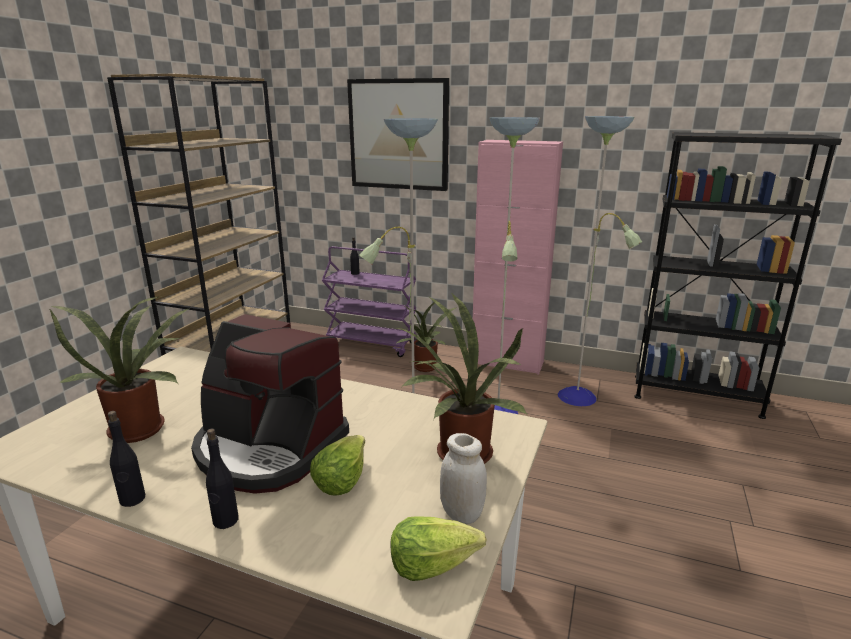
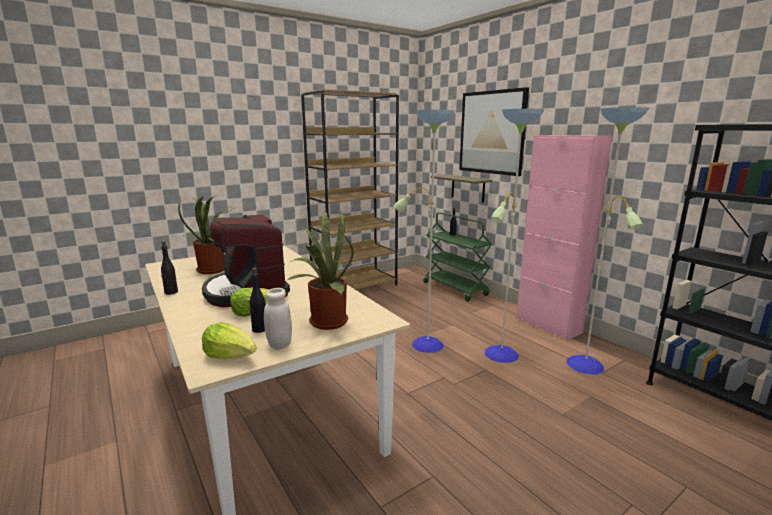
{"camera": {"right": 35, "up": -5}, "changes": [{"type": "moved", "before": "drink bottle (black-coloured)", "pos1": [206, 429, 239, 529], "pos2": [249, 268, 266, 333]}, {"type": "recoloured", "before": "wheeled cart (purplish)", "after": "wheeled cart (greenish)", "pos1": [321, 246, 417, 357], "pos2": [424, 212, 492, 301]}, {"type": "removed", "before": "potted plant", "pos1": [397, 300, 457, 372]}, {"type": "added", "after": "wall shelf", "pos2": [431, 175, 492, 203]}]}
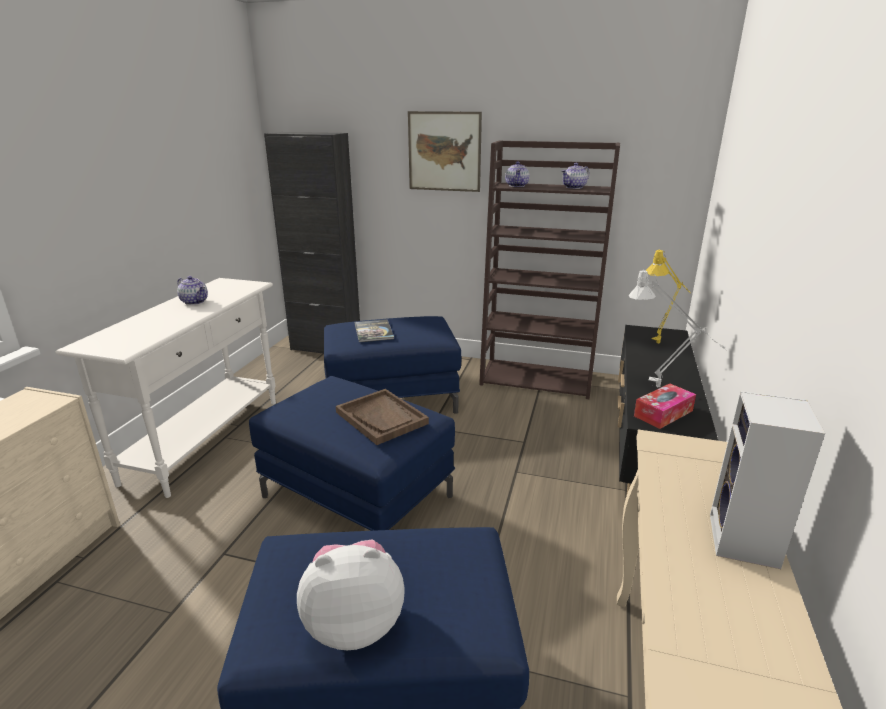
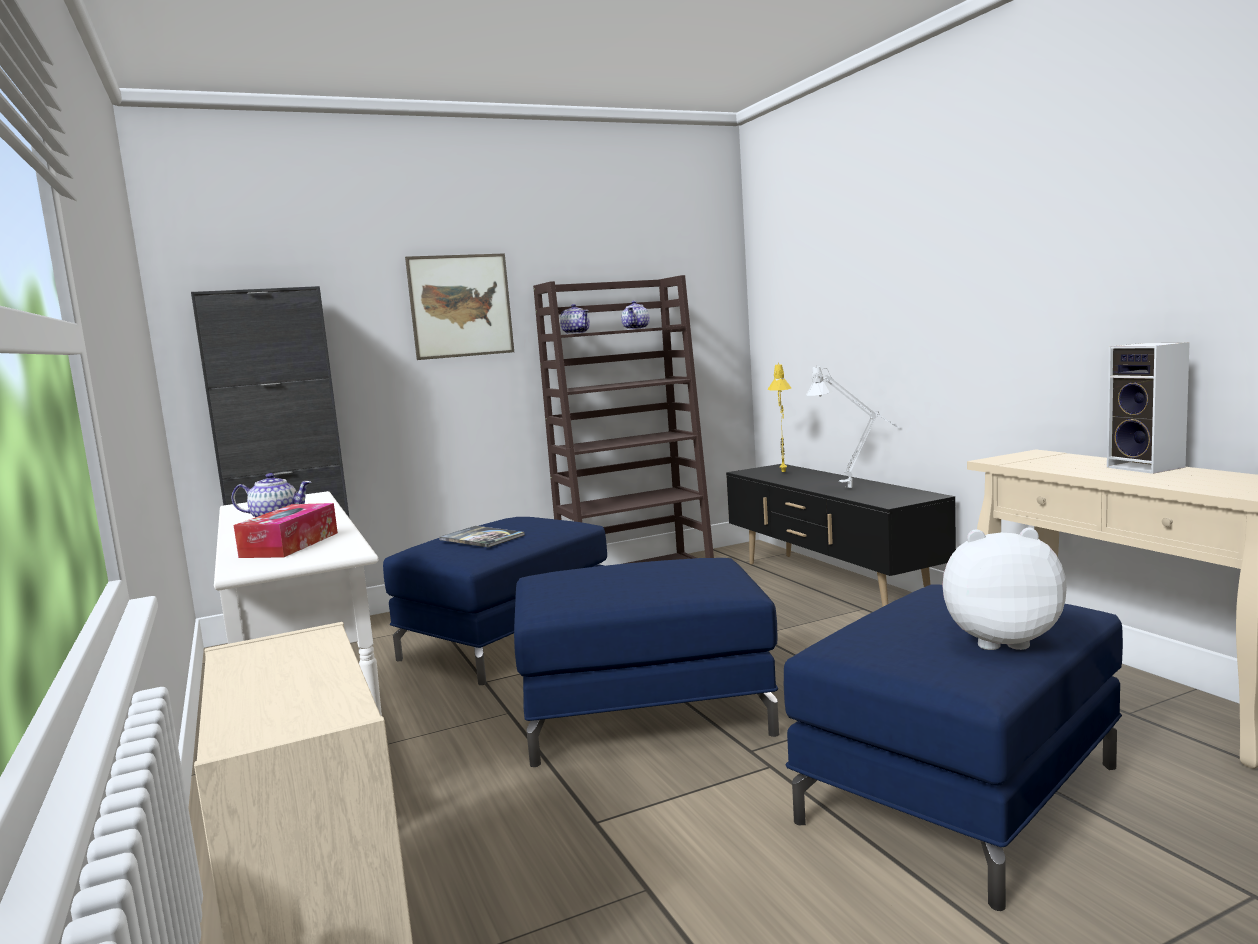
{"camera": {"right": -40, "up": -15}, "changes": [{"type": "turned", "before": "cuddly toy", "pos1": [297, 539, 404, 650], "pos2": [942, 528, 1067, 650], "turn": 60}, {"type": "removed", "before": "serving tray (brown)", "pos1": [336, 389, 429, 445]}, {"type": "moved", "before": "tissue box", "pos1": [634, 383, 696, 429], "pos2": [234, 503, 338, 558]}]}
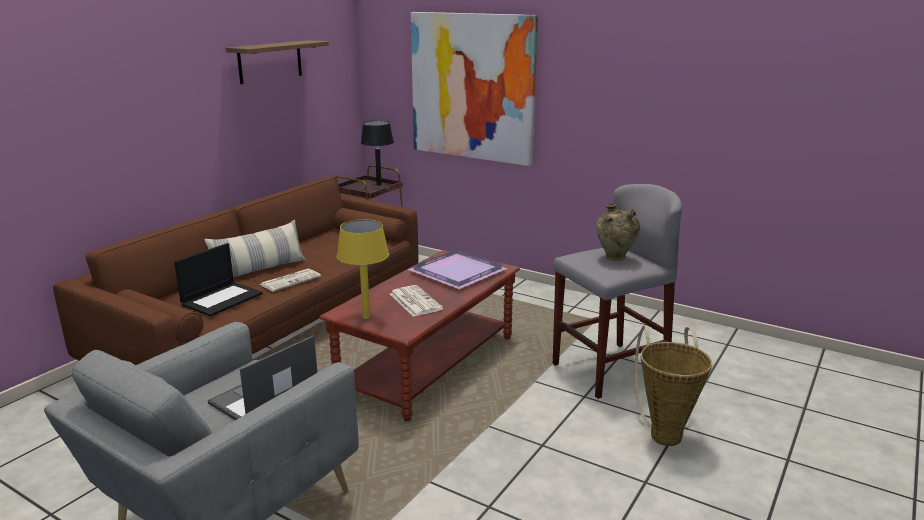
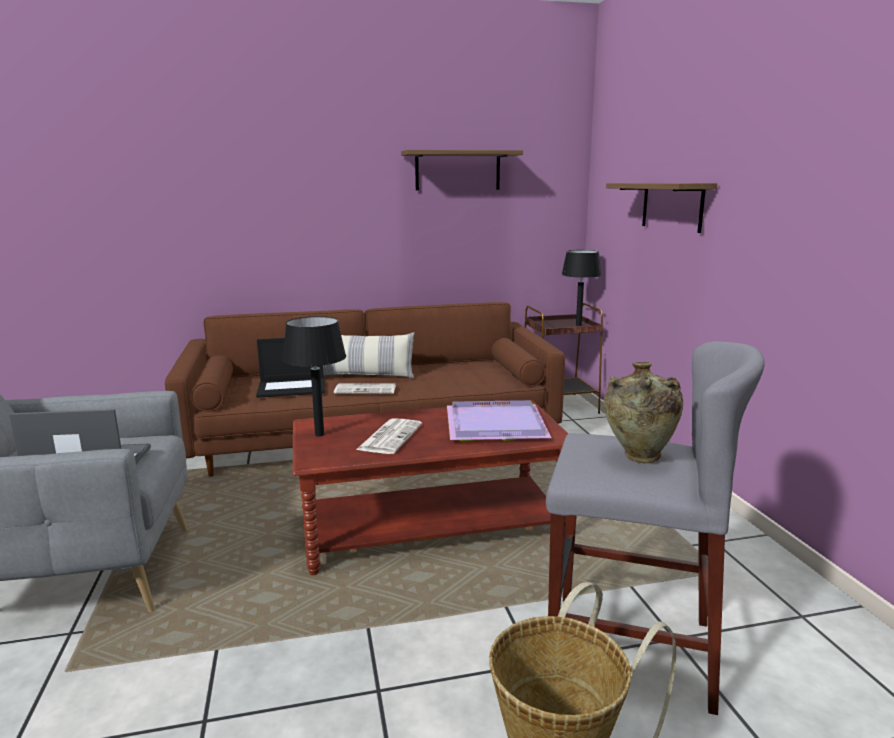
{"camera": {"right": 45, "up": -5}, "changes": [{"type": "recoloured", "before": "tabletop lamp (yellow)", "after": "tabletop lamp (black-coloured)", "pos1": [337, 220, 389, 319], "pos2": [282, 316, 346, 436]}, {"type": "replaced", "before": "wall art", "after": "wall shelf", "pos1": [411, 12, 538, 166], "pos2": [606, 183, 717, 233]}]}
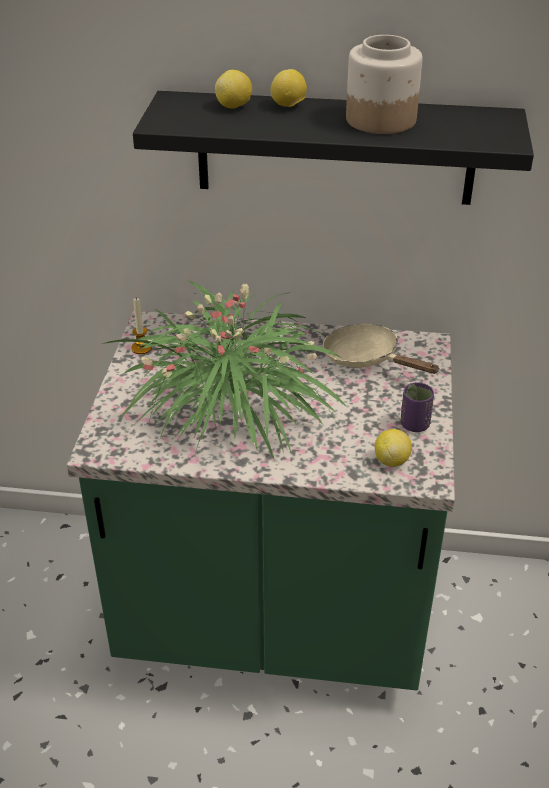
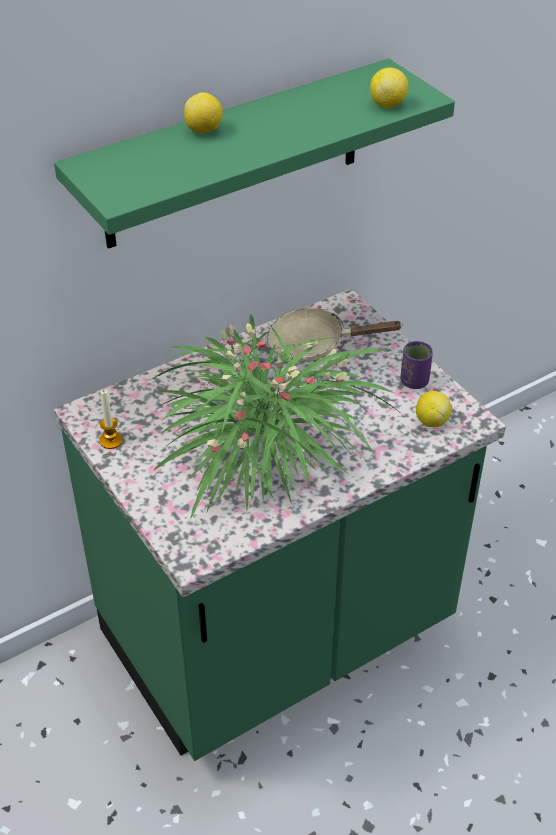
{"camera": {"right": -40, "up": 5}, "changes": [{"type": "recoloured", "before": "wall shelf (black-coloured)", "after": "wall shelf (greenish)", "pos1": [133, 91, 534, 205], "pos2": [54, 59, 455, 249]}, {"type": "moved", "before": "lemon", "pos1": [215, 70, 252, 109], "pos2": [370, 68, 409, 108]}, {"type": "removed", "before": "storage jar", "pos1": [346, 35, 423, 134]}]}
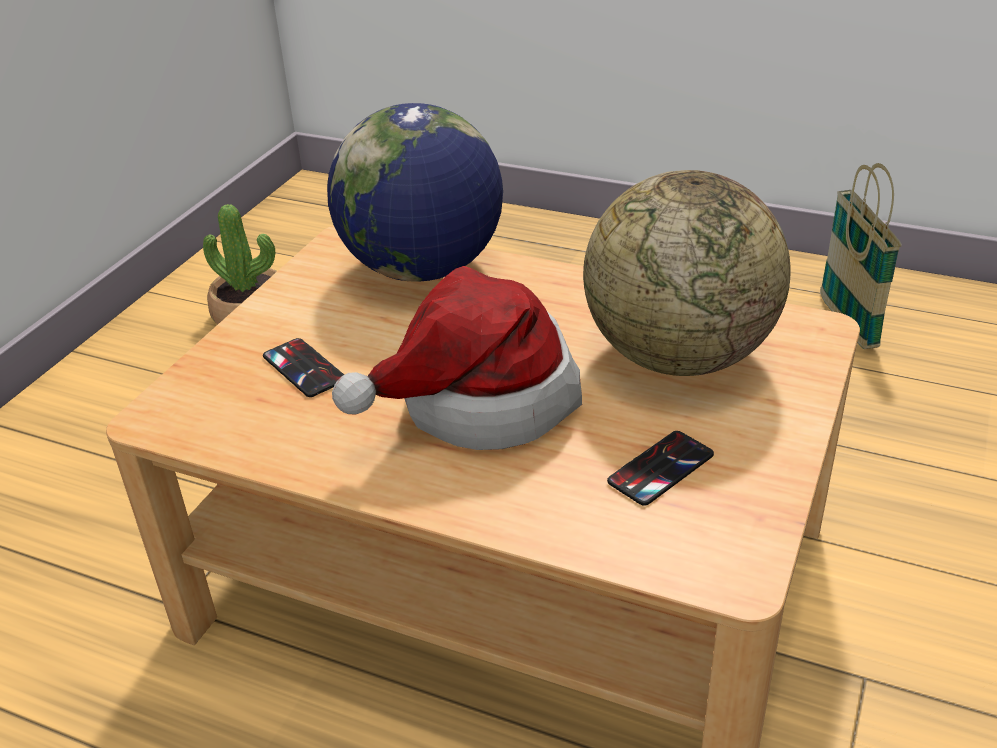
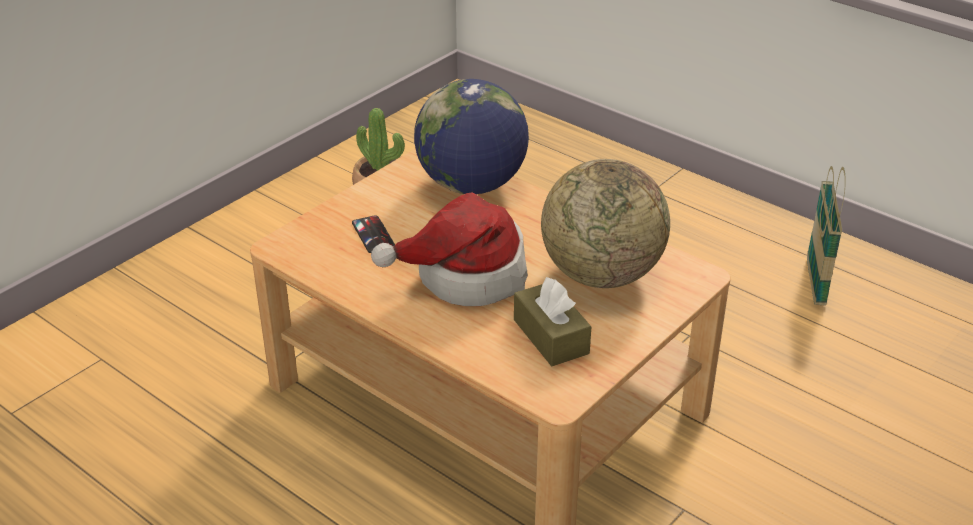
{"camera": {"right": 15, "up": 0}, "changes": [{"type": "replaced", "before": "handset", "after": "tissue box (brown)", "pos1": [607, 431, 714, 506], "pos2": [514, 277, 591, 366]}]}
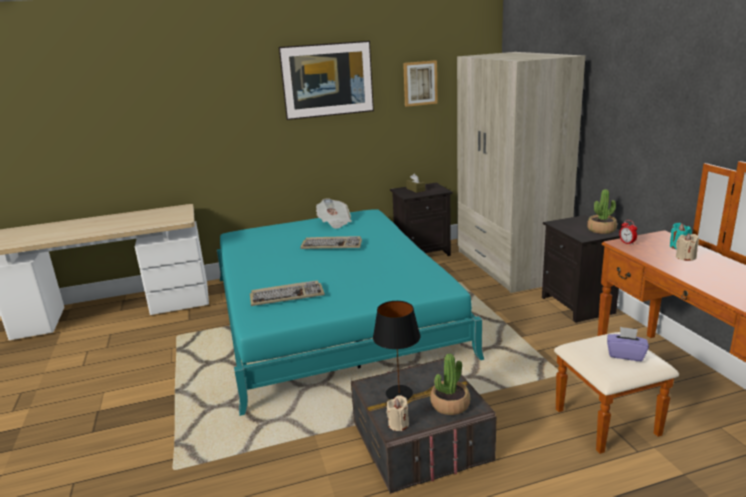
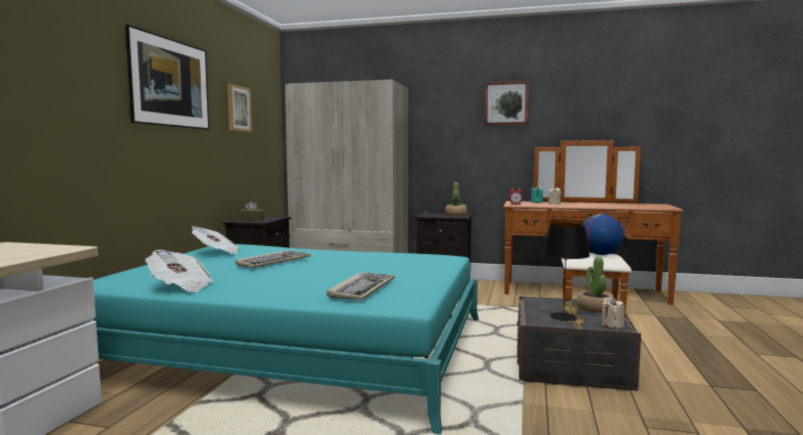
{"camera": {"right": -60, "up": -15}, "changes": [{"type": "replaced", "before": "tissue box (purplish)", "after": "globe", "pos1": [607, 327, 649, 361], "pos2": [583, 214, 624, 255]}, {"type": "added", "after": "printed paper", "pos2": [145, 250, 214, 292]}, {"type": "added", "after": "wall art", "pos2": [484, 81, 529, 126]}]}
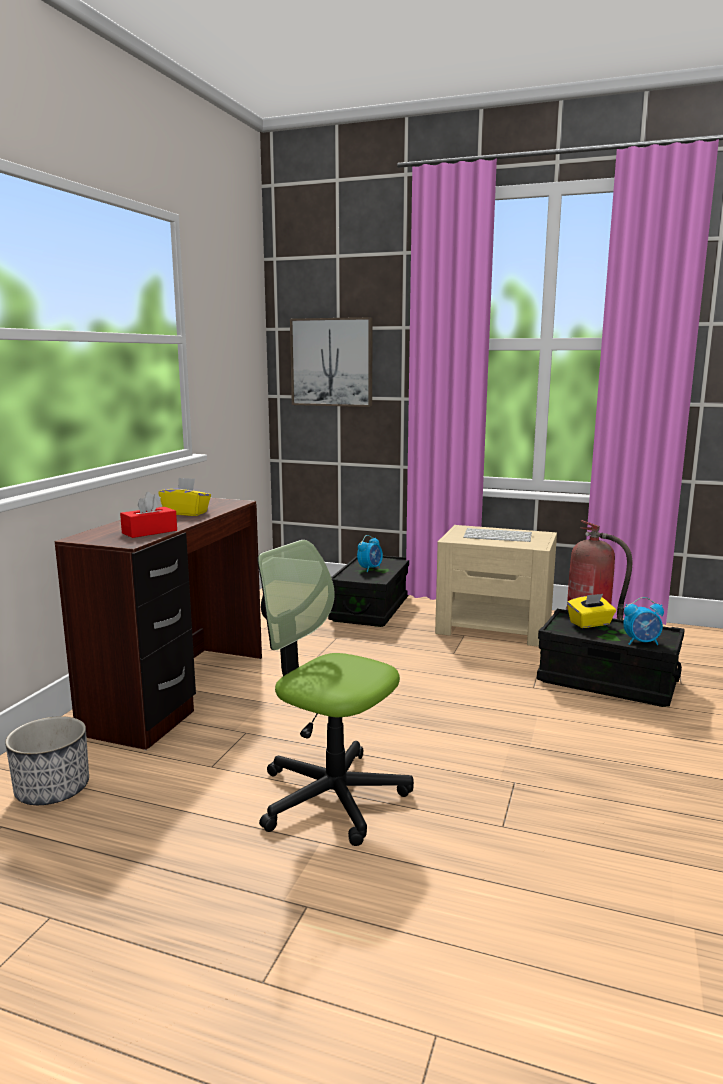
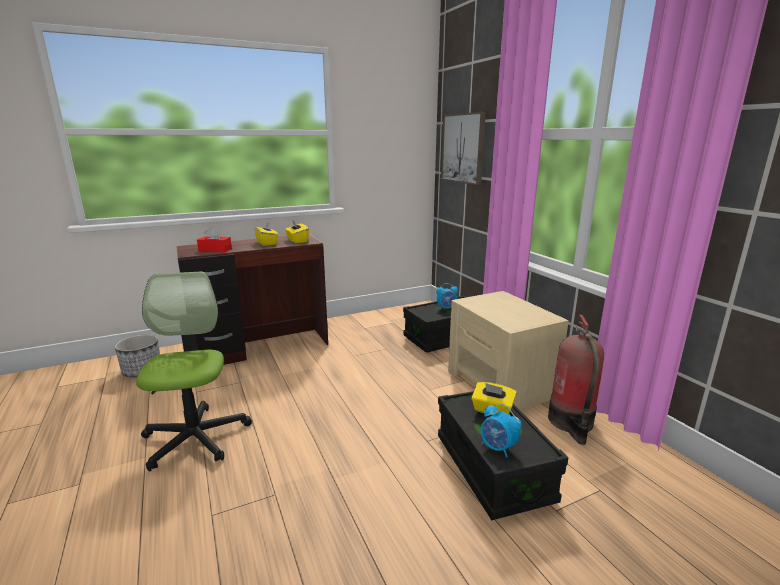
{"camera": {"right": 45, "up": 5}, "changes": [{"type": "removed", "before": "keyboard", "pos1": [463, 528, 532, 542]}, {"type": "added", "after": "tissue box (yellow)", "pos2": [285, 220, 309, 243]}]}
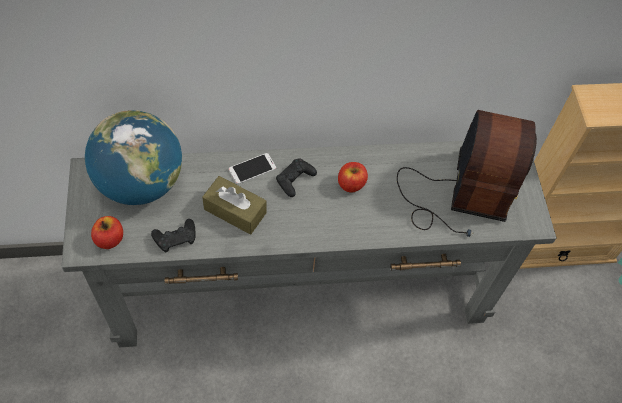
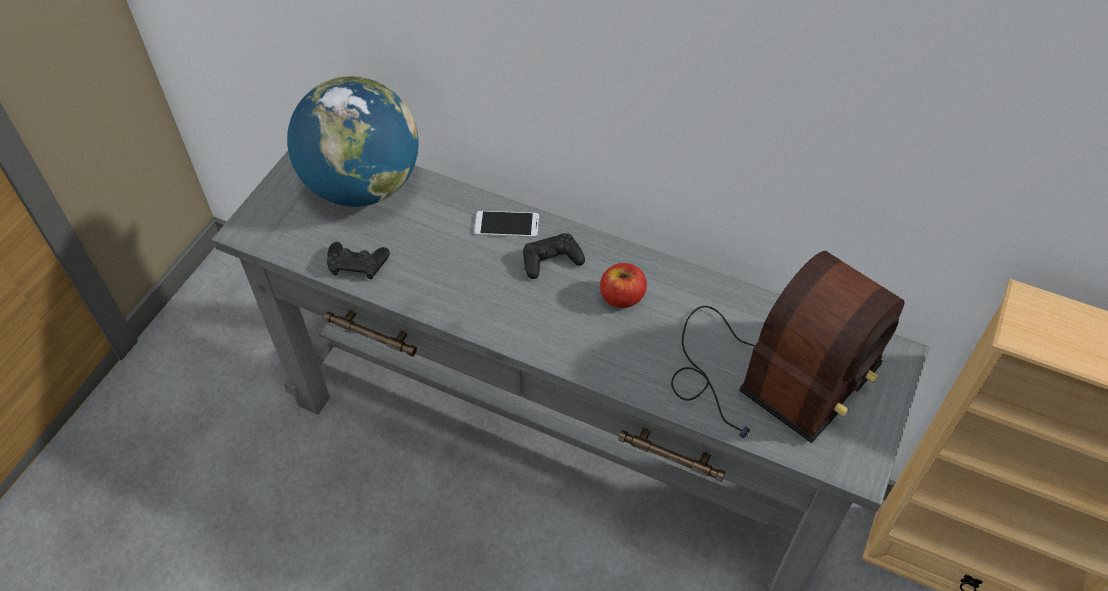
{"camera": {"right": 35, "up": -5}, "changes": [{"type": "removed", "before": "apple fruit", "pos1": [91, 216, 123, 249]}, {"type": "removed", "before": "tissue box (brown)", "pos1": [202, 176, 266, 235]}]}
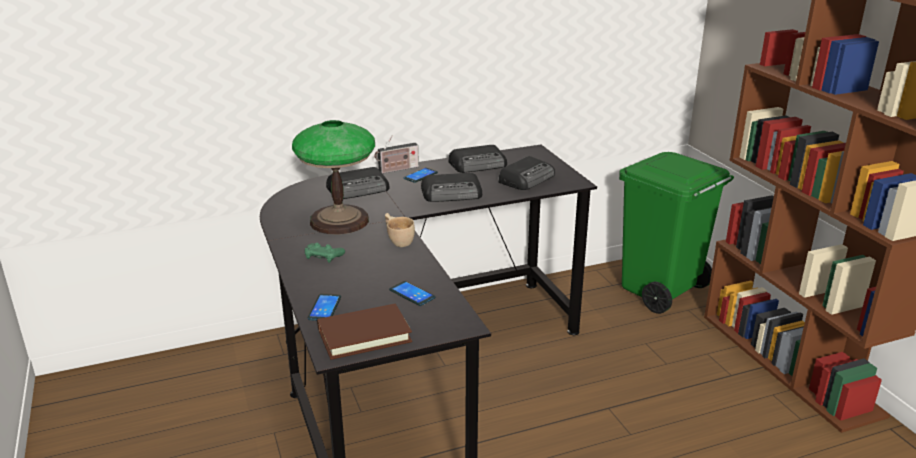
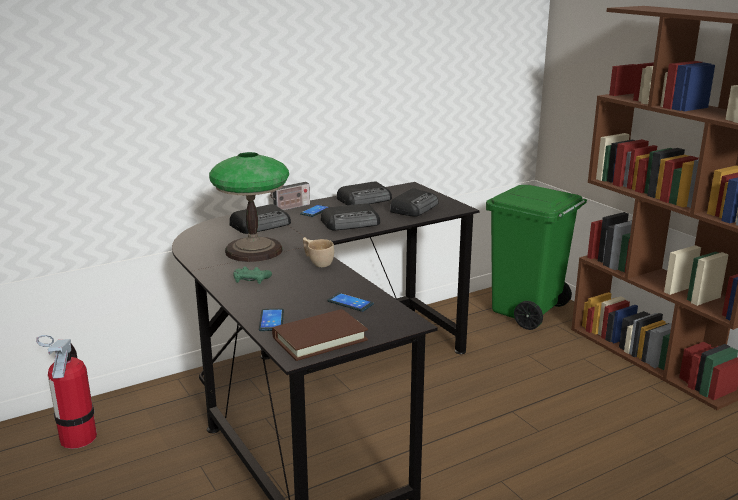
{"camera": {"right": -10, "up": -5}, "changes": [{"type": "added", "after": "fire extinguisher", "pos2": [36, 335, 97, 449]}]}
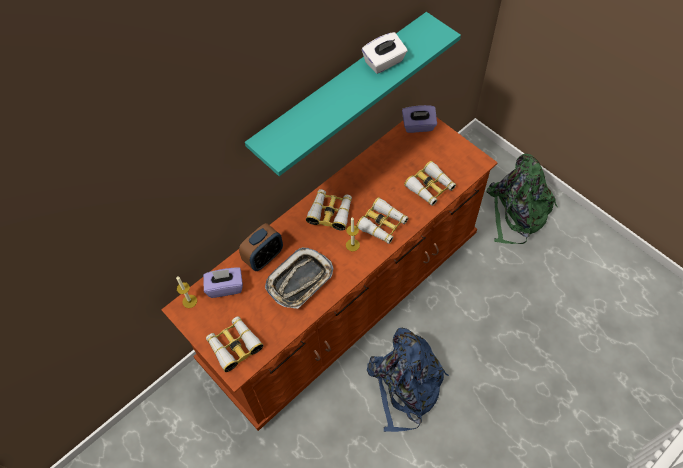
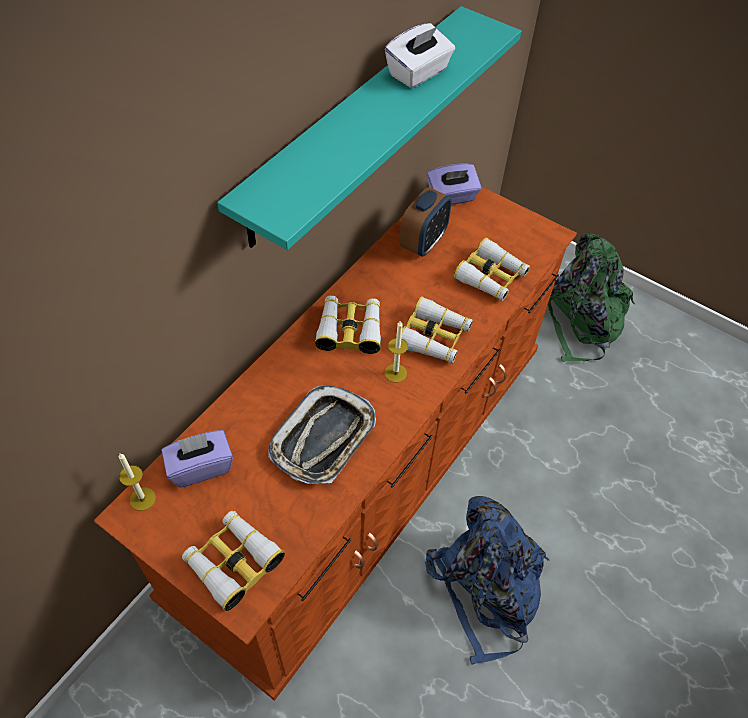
{"camera": {"right": -15, "up": -5}, "changes": [{"type": "moved", "before": "bedside clock", "pos1": [239, 223, 283, 271], "pos2": [399, 187, 452, 257]}]}
